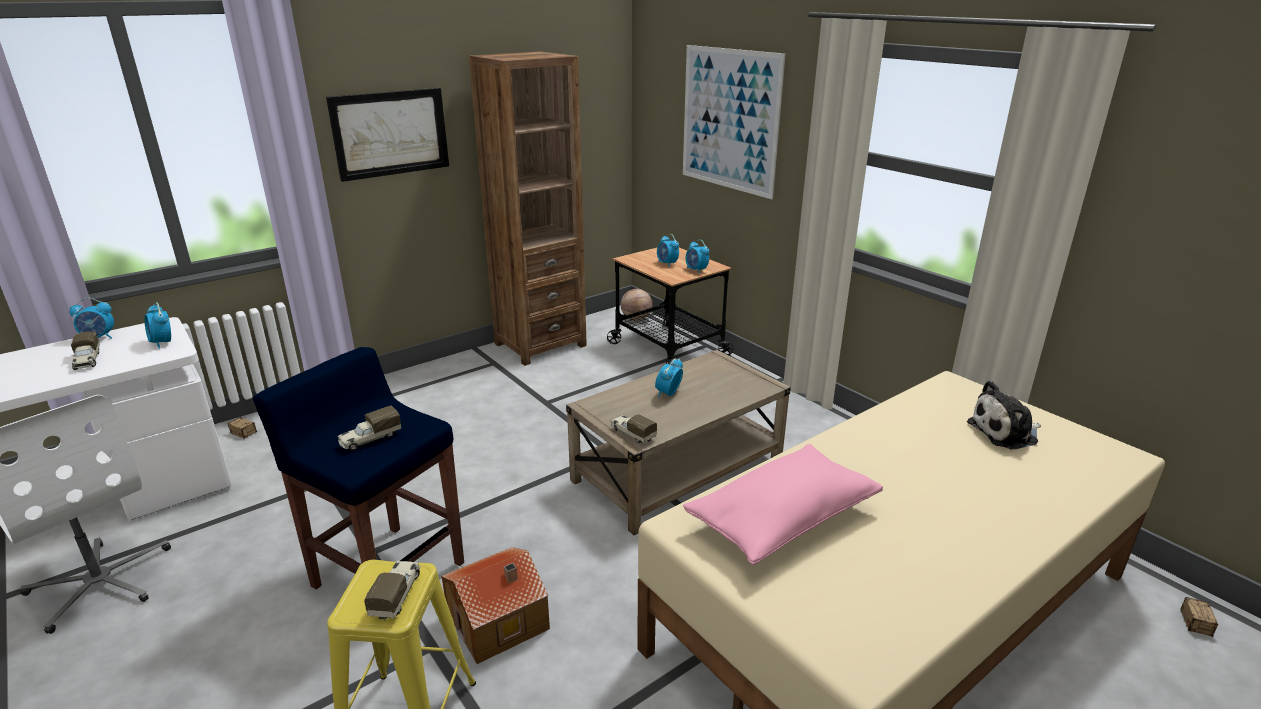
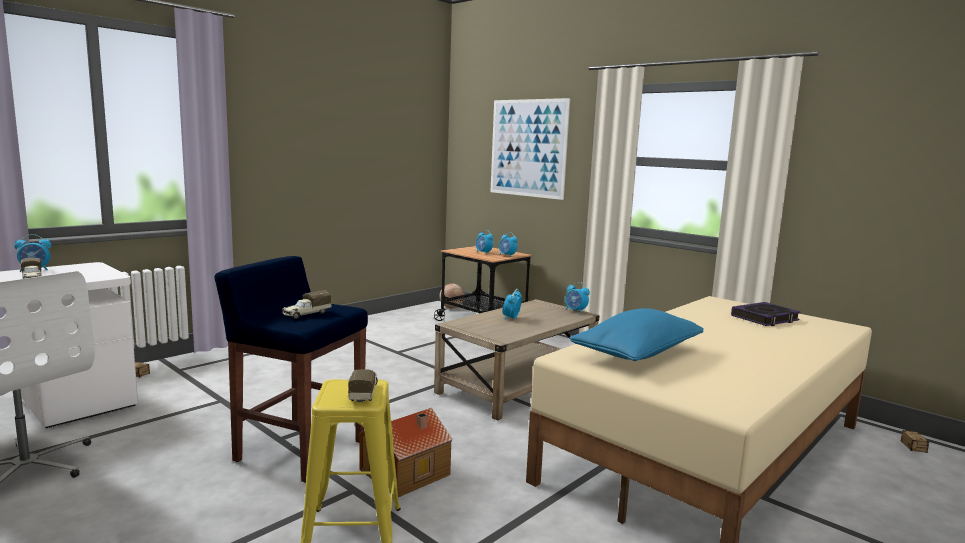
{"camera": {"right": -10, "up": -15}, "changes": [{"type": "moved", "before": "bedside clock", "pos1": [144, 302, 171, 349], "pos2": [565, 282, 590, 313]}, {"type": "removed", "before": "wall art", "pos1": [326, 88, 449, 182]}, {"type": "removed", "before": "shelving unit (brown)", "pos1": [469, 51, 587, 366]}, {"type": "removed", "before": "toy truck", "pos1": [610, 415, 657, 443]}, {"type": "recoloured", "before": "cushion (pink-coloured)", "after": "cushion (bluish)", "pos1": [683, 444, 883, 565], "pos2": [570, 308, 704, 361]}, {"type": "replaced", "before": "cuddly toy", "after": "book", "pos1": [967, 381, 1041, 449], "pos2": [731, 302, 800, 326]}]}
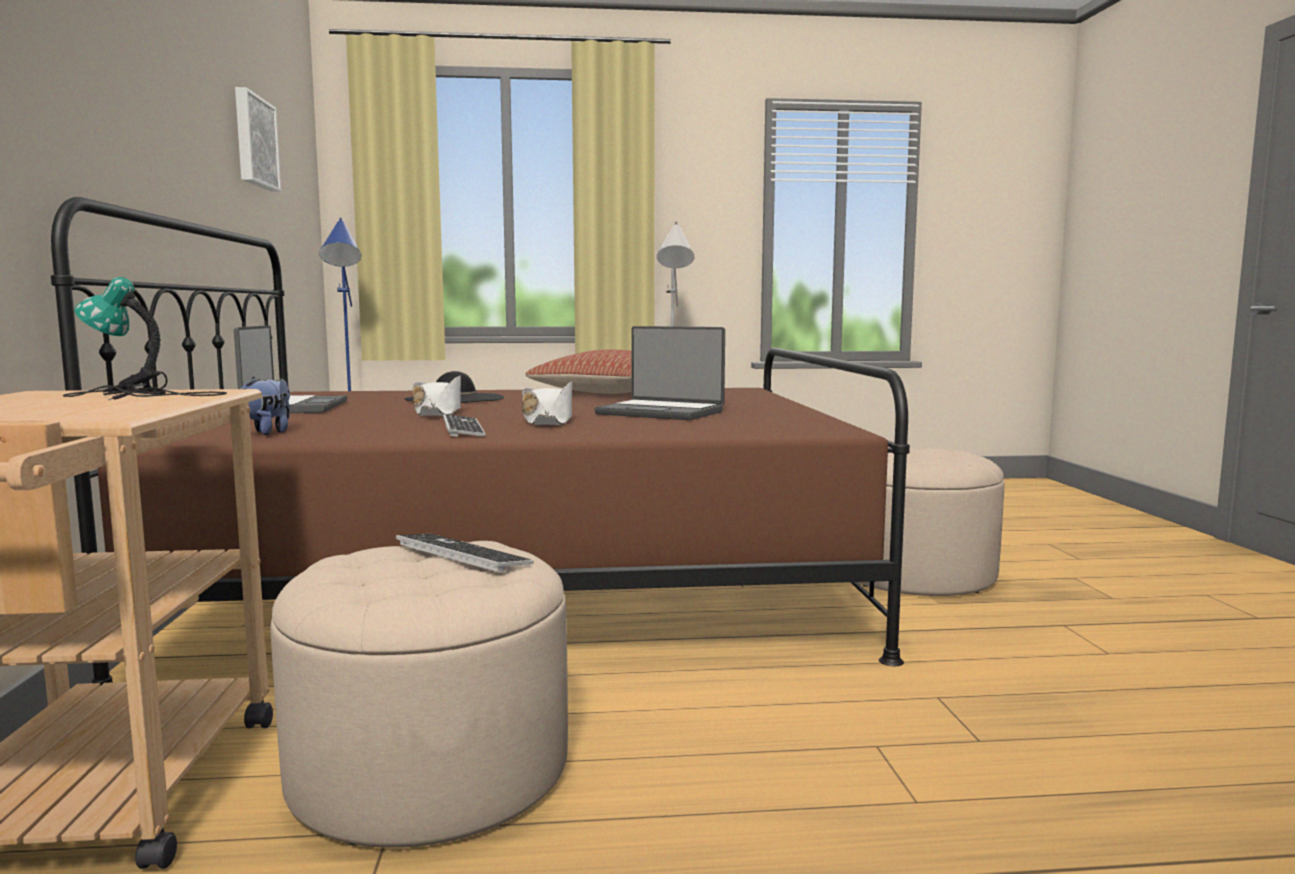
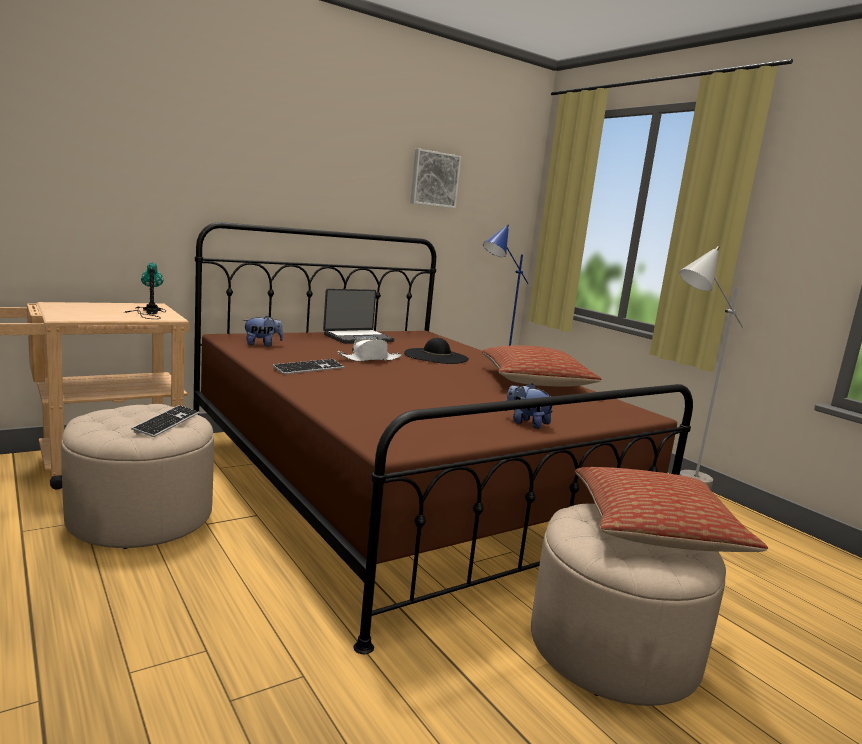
{"camera": {"right": 60, "up": 5}, "changes": [{"type": "removed", "before": "hat (whitish)", "pos1": [522, 381, 572, 425]}, {"type": "removed", "before": "notebook computer", "pos1": [594, 326, 725, 420]}, {"type": "added", "after": "cuddly toy", "pos2": [506, 383, 552, 429]}, {"type": "added", "after": "cushion", "pos2": [575, 467, 768, 552]}]}
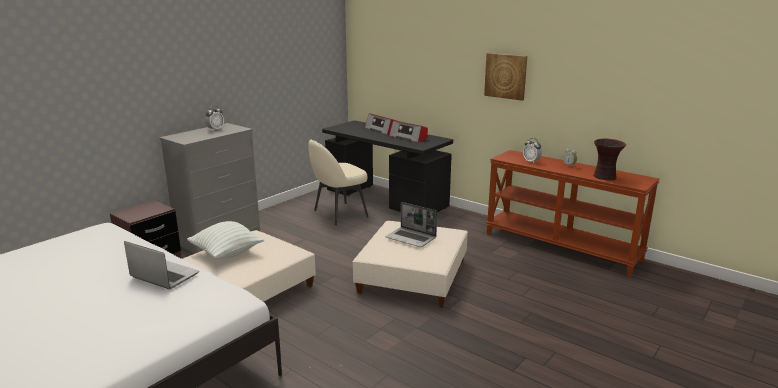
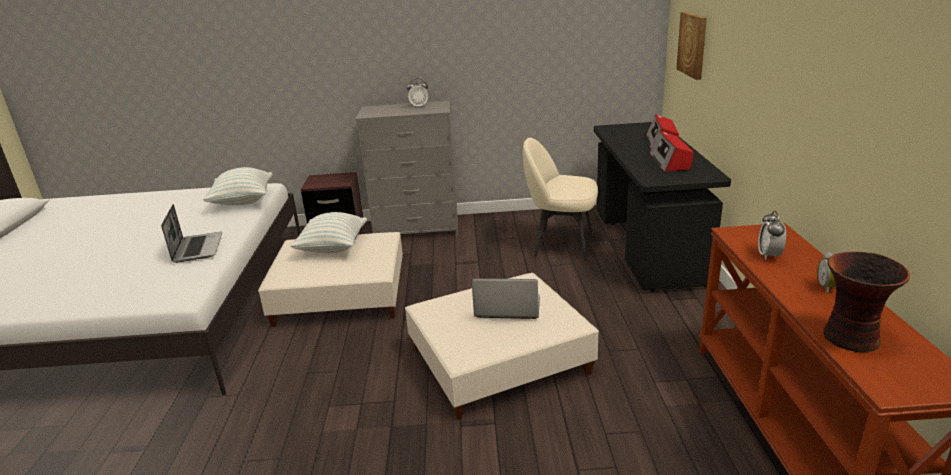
{"camera": {"right": 50, "up": 5}, "changes": [{"type": "turned", "before": "notebook computer", "pos1": [385, 202, 437, 247], "pos2": [472, 278, 540, 319], "turn": 105}, {"type": "moved", "before": "wall art", "pos1": [484, 53, 527, 101], "pos2": [676, 12, 707, 80]}, {"type": "added", "after": "cushion", "pos2": [203, 167, 273, 205]}]}
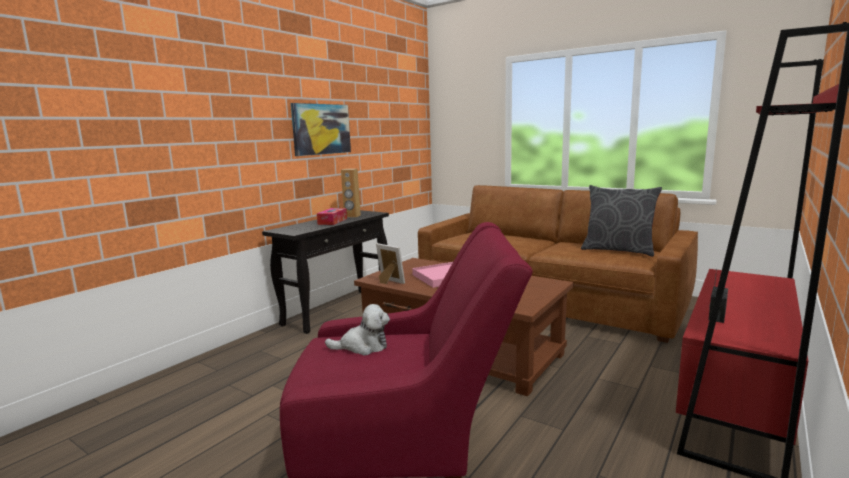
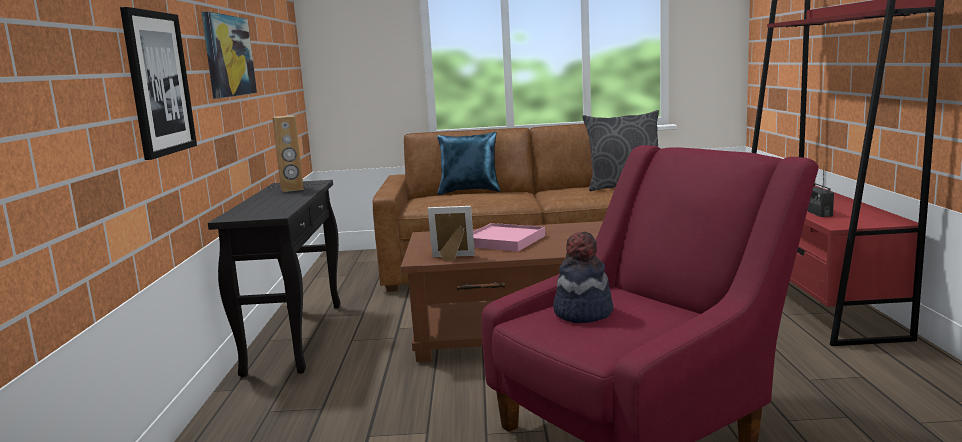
{"camera": {"right": -35, "up": 0}, "changes": [{"type": "removed", "before": "tissue box", "pos1": [317, 208, 347, 225]}, {"type": "replaced", "before": "cuddly toy", "after": "hat", "pos1": [325, 304, 390, 356], "pos2": [553, 232, 614, 323]}, {"type": "added", "after": "wall art", "pos2": [120, 7, 197, 160]}, {"type": "added", "after": "cushion (bluish)", "pos2": [437, 132, 500, 195]}]}
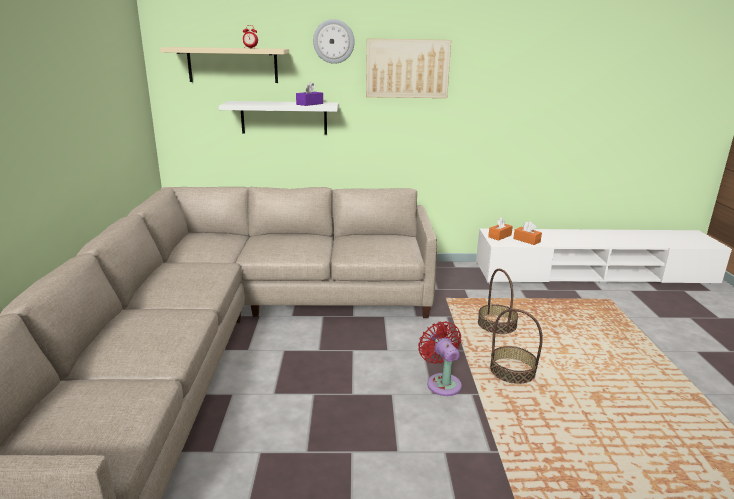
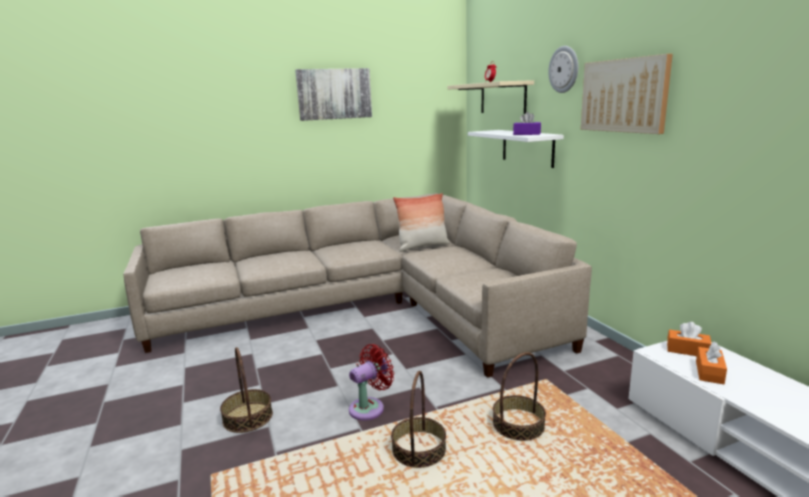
{"camera": {"right": 70, "up": -5}, "changes": [{"type": "added", "after": "storage basket", "pos2": [220, 347, 273, 433]}, {"type": "added", "after": "wall art", "pos2": [295, 68, 372, 121]}, {"type": "added", "after": "cushion", "pos2": [393, 193, 450, 252]}]}
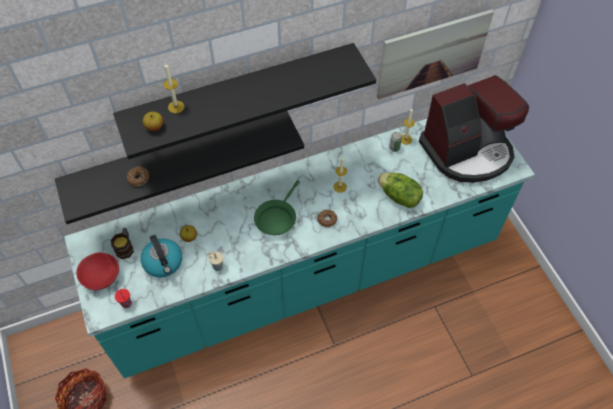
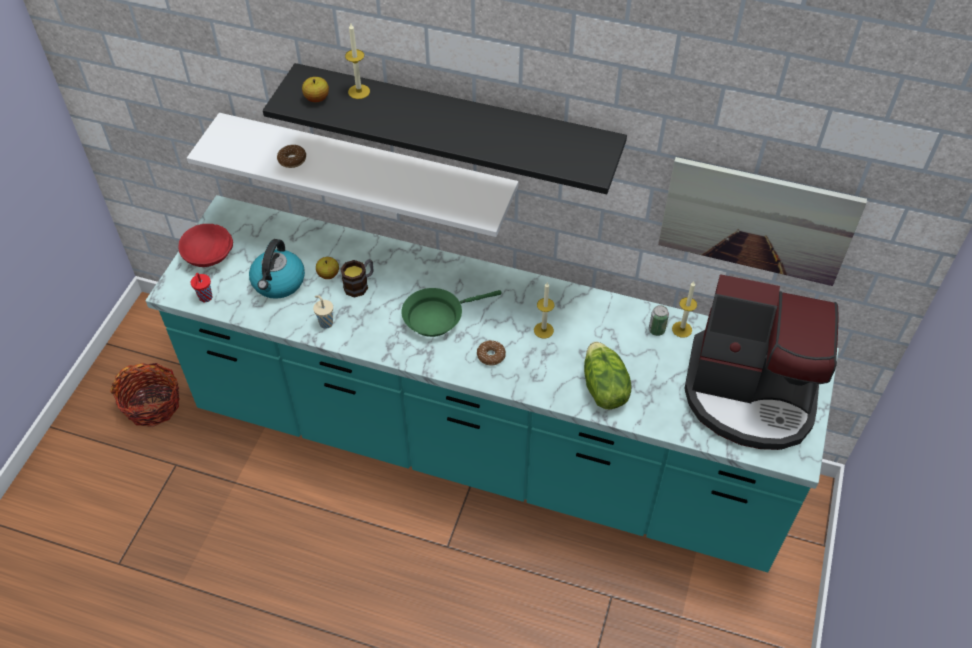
{"camera": {"right": 40, "up": -5}, "changes": [{"type": "recoloured", "before": "wall shelf (black-coloured)", "after": "wall shelf (whitish)", "pos1": [55, 111, 304, 224], "pos2": [187, 113, 518, 237]}, {"type": "moved", "before": "coffee mug", "pos1": [111, 228, 134, 259], "pos2": [340, 259, 373, 298]}]}
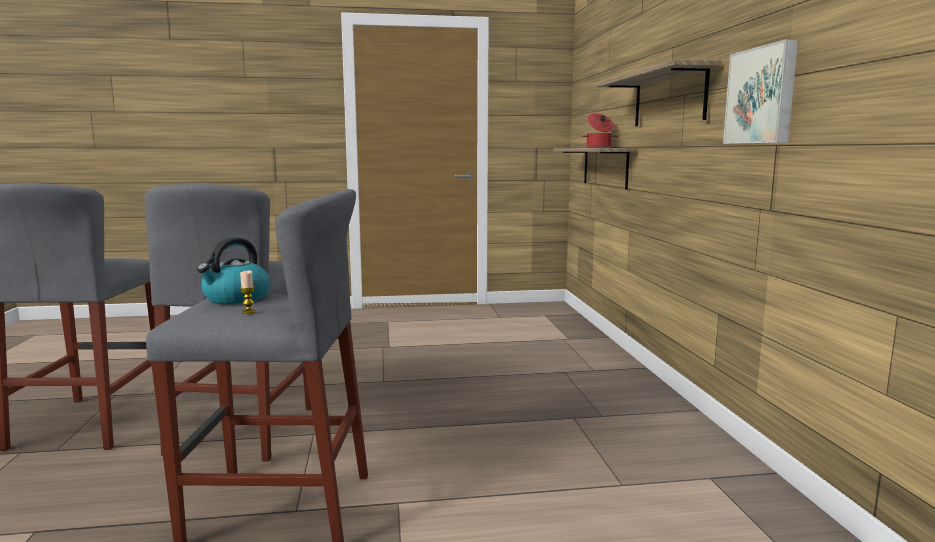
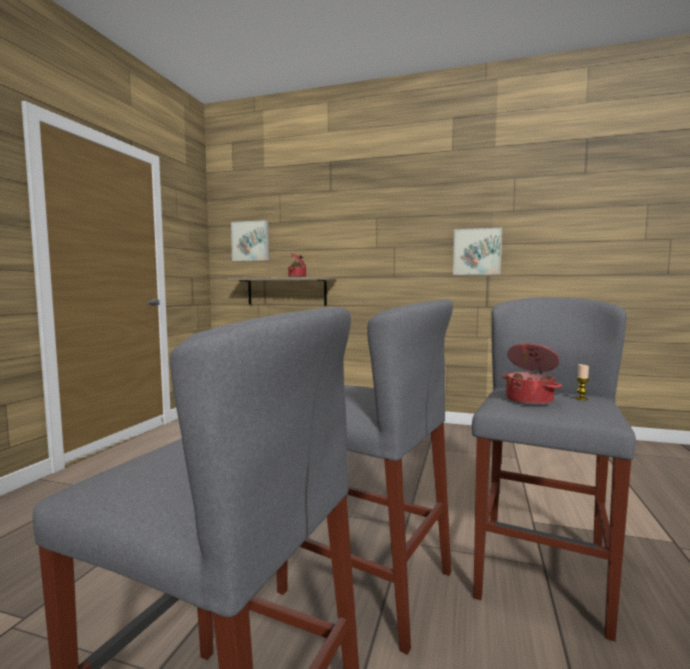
{"camera": {"right": -65, "up": -5}, "changes": [{"type": "replaced", "before": "water kettle", "after": "cooking pot", "pos1": [197, 237, 270, 304], "pos2": [502, 343, 562, 405]}, {"type": "removed", "before": "wall shelf", "pos1": [596, 59, 721, 126]}, {"type": "added", "after": "wall art", "pos2": [231, 220, 269, 261]}]}
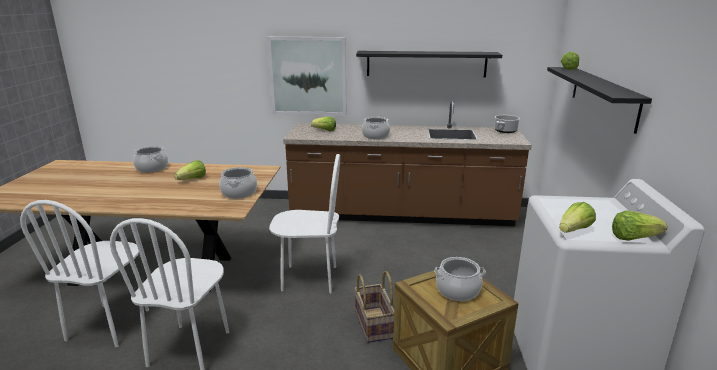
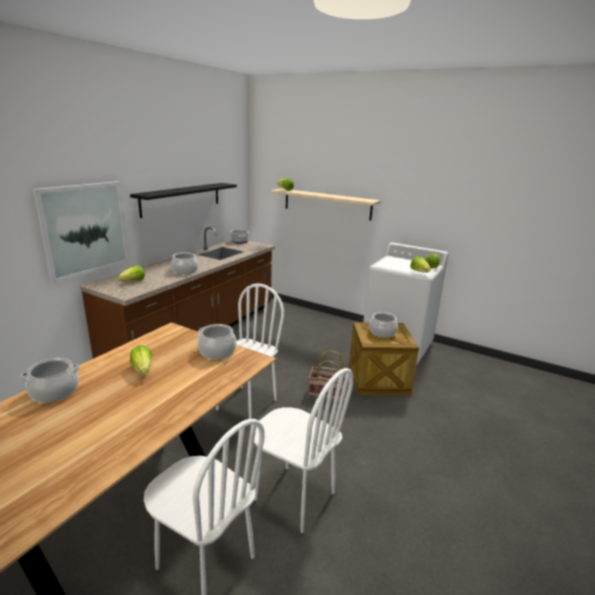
{"camera": {"right": -65, "up": 0}, "changes": [{"type": "recoloured", "before": "wall shelf (black-coloured)", "after": "wall shelf (beige-coloured)", "pos1": [547, 67, 652, 134], "pos2": [271, 188, 381, 221]}]}
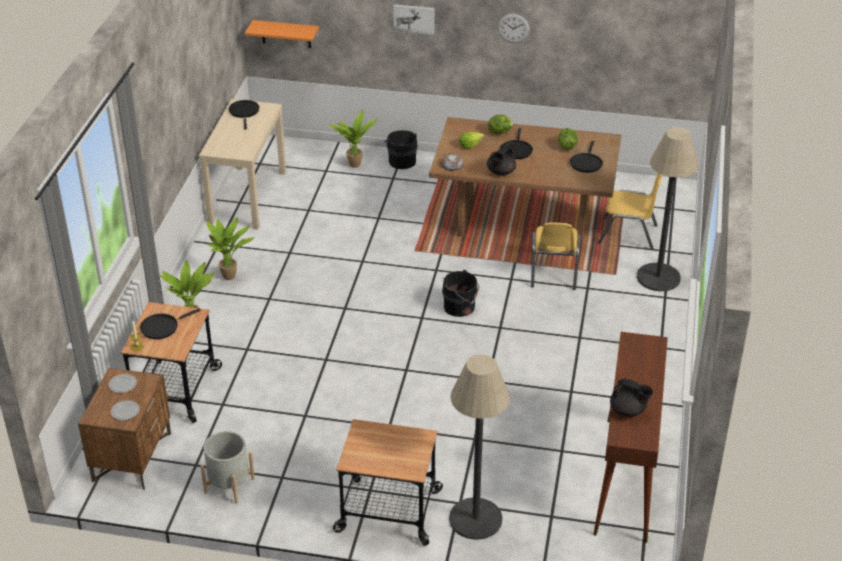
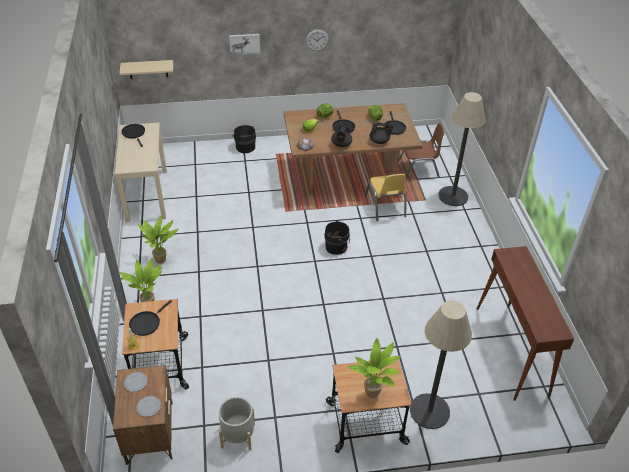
{"camera": {"right": -20, "up": 5}, "changes": [{"type": "recoloured", "before": "wall shelf (orange-coloured)", "after": "wall shelf (beige-coloured)", "pos1": [245, 20, 319, 48], "pos2": [119, 60, 173, 79]}, {"type": "moved", "before": "potted plant", "pos1": [328, 110, 377, 168], "pos2": [348, 338, 401, 398]}, {"type": "recoloured", "before": "upright chair (yellow)", "after": "upright chair (brown)", "pos1": [598, 173, 662, 250], "pos2": [398, 123, 444, 178]}, {"type": "moved", "before": "tea pot (black-coloured)", "pos1": [610, 378, 653, 417], "pos2": [370, 123, 394, 144]}]}
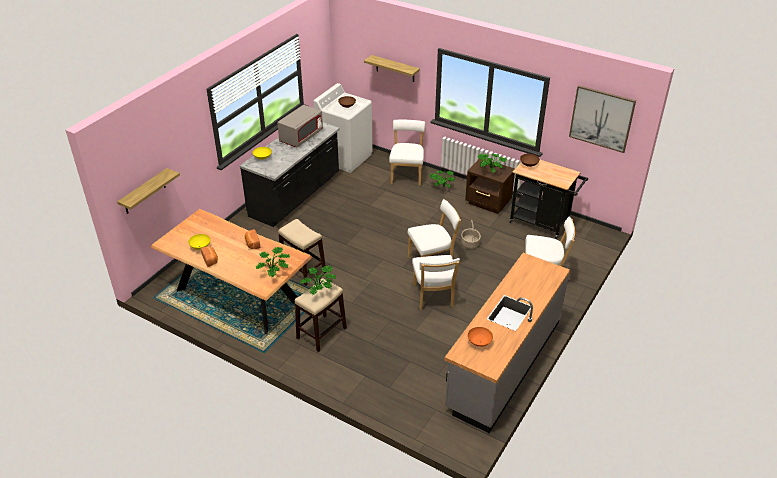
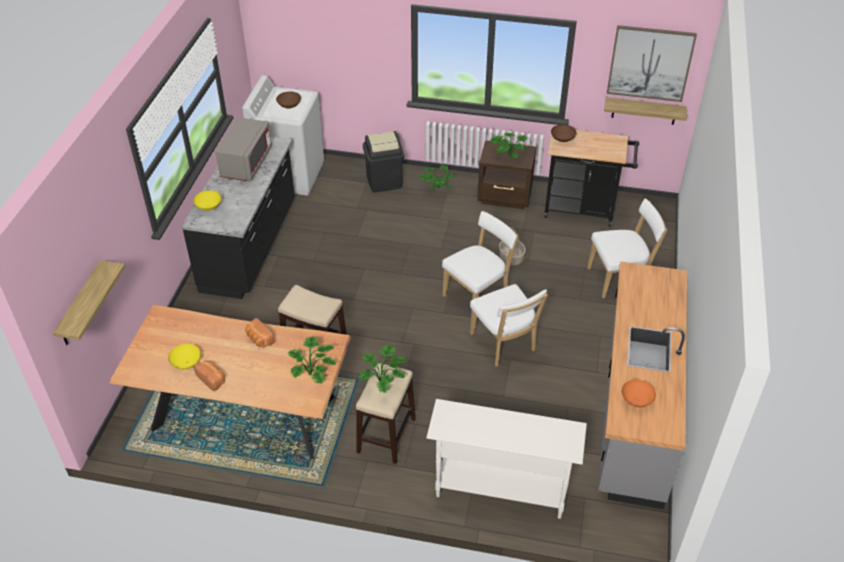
{"camera": {"right": -20, "up": 5}, "changes": [{"type": "moved", "before": "wall shelf", "pos1": [364, 55, 420, 82], "pos2": [604, 97, 687, 125]}, {"type": "replaced", "before": "upright chair (whitish)", "after": "trash can (black-coloured)", "pos1": [389, 120, 425, 186], "pos2": [363, 131, 404, 193]}, {"type": "added", "after": "narrow table (whitish)", "pos2": [426, 399, 587, 519]}]}
